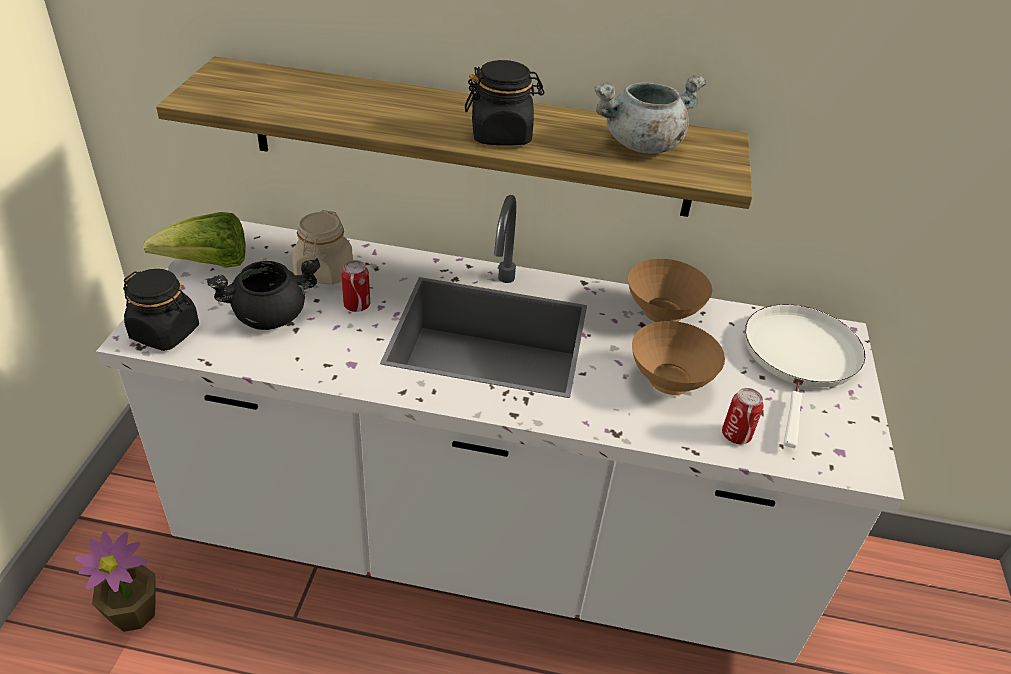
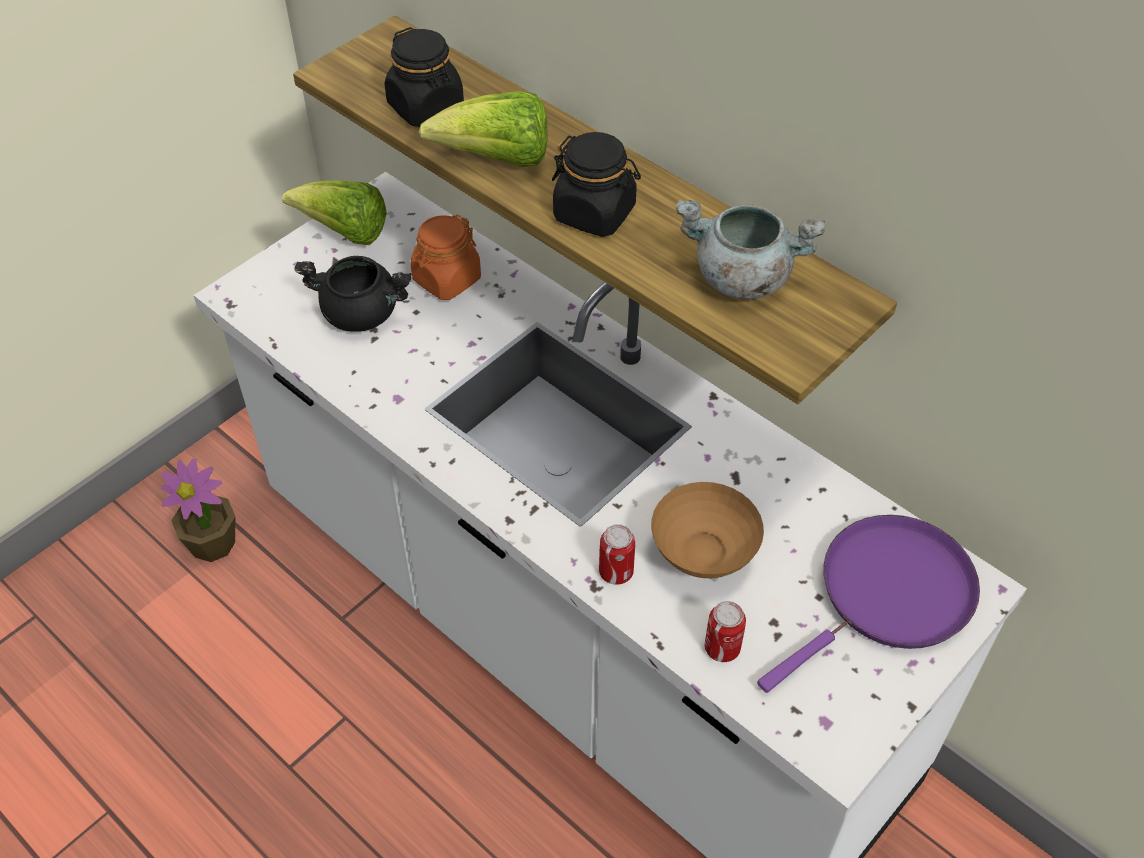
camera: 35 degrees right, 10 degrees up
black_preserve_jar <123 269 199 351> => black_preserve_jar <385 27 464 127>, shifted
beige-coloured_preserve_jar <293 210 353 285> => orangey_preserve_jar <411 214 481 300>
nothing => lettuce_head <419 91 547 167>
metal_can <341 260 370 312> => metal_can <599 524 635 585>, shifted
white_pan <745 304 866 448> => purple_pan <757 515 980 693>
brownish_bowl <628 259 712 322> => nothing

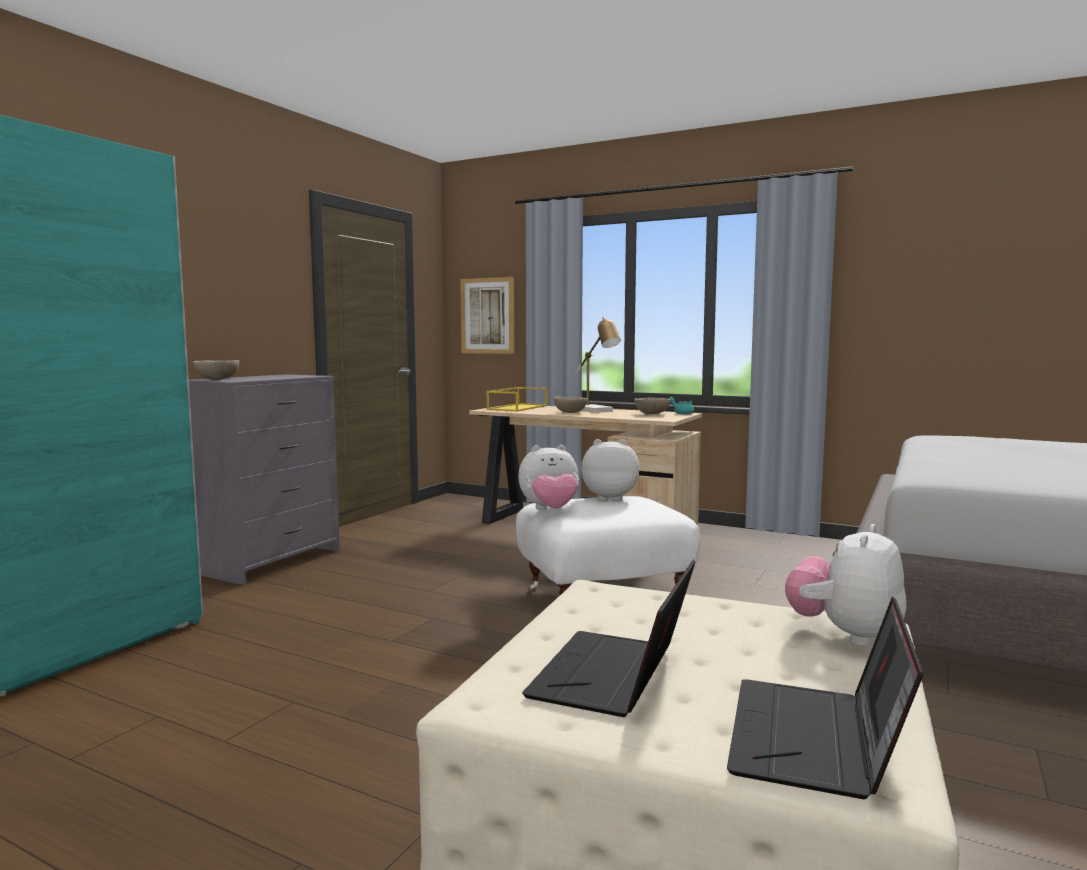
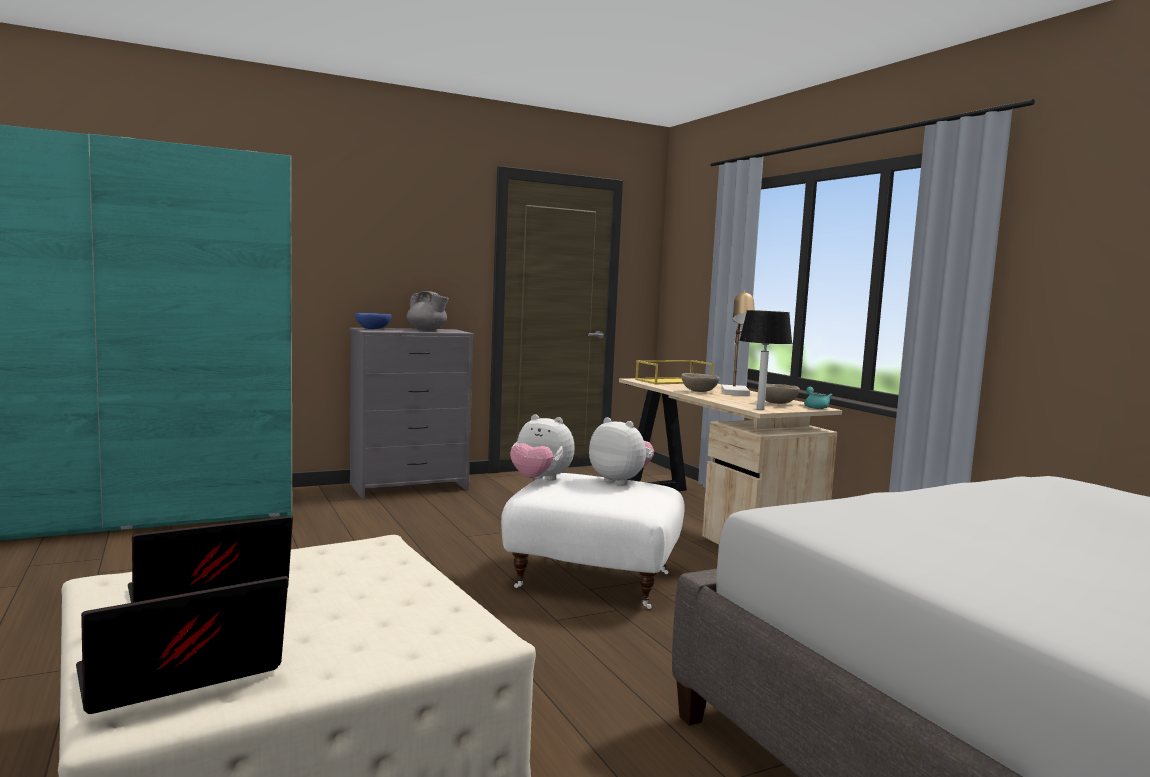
camera: 35 degrees right, 0 degrees up
beige-coloured_bowl <193 360 239 380> => bluish_bowl <355 313 391 329>
nothing => grey_teapot <407 291 449 331>
nothing => tabletop_lamp <739 310 792 410>
picture <460 277 514 354> => nothing
plush_toy <785 524 906 646> => nothing

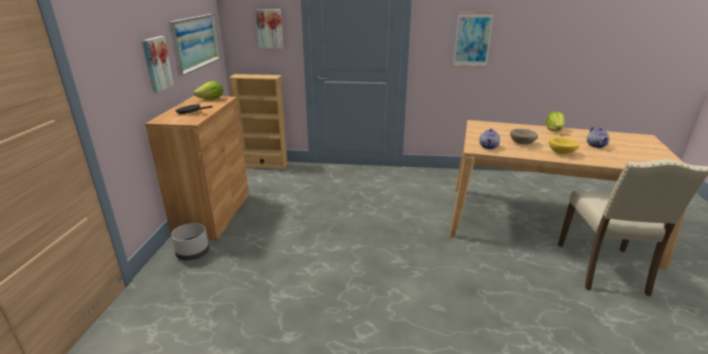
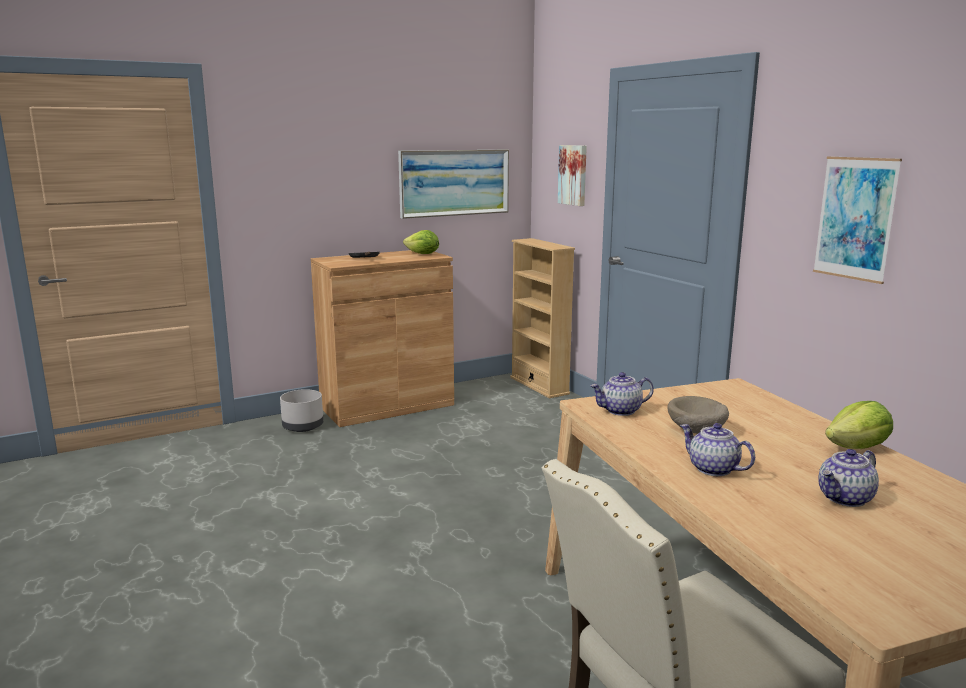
camera: 55 degrees right, 10 degrees down
yellow-coloured_bowl <549 137 579 154> => teapot <680 423 755 476>
picture <142 36 174 93> => nothing

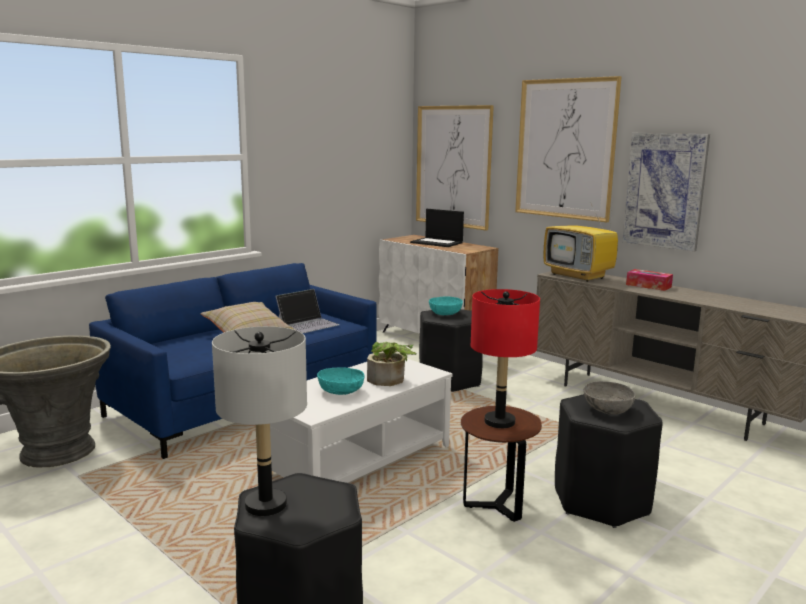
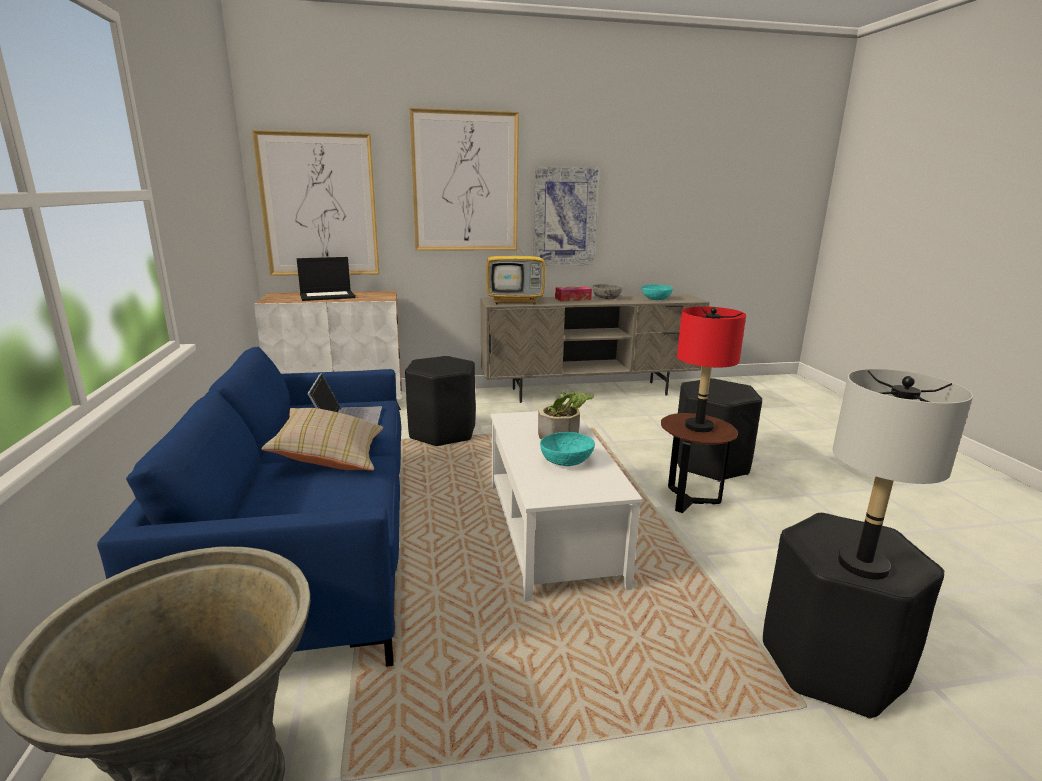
camera: 55 degrees left, 5 degrees up
grey_bowl <583 381 635 415> => grey_bowl <592 284 622 299>, shifted
turquoise_bowl <429 296 463 315> => turquoise_bowl <642 284 673 300>, shifted

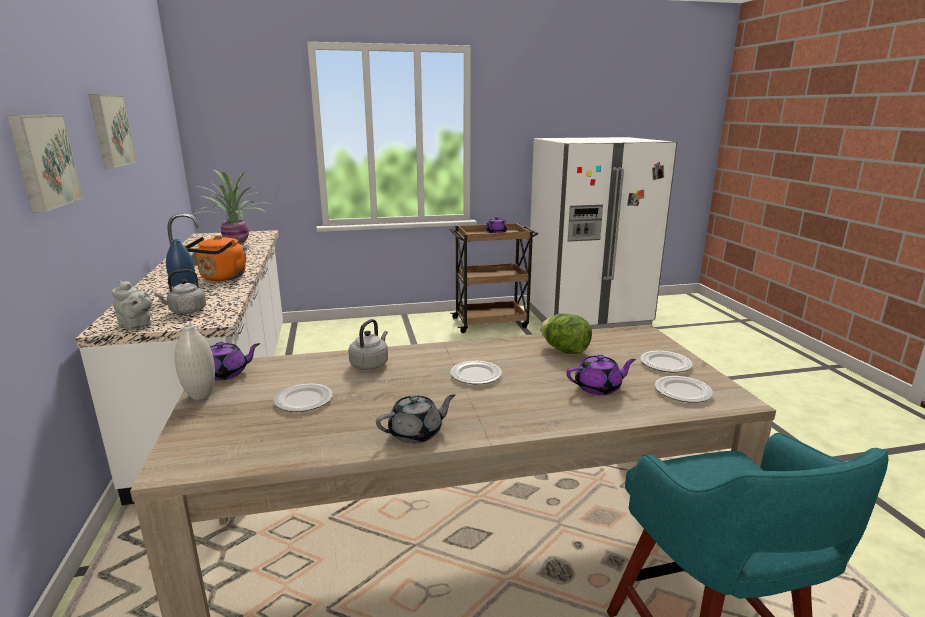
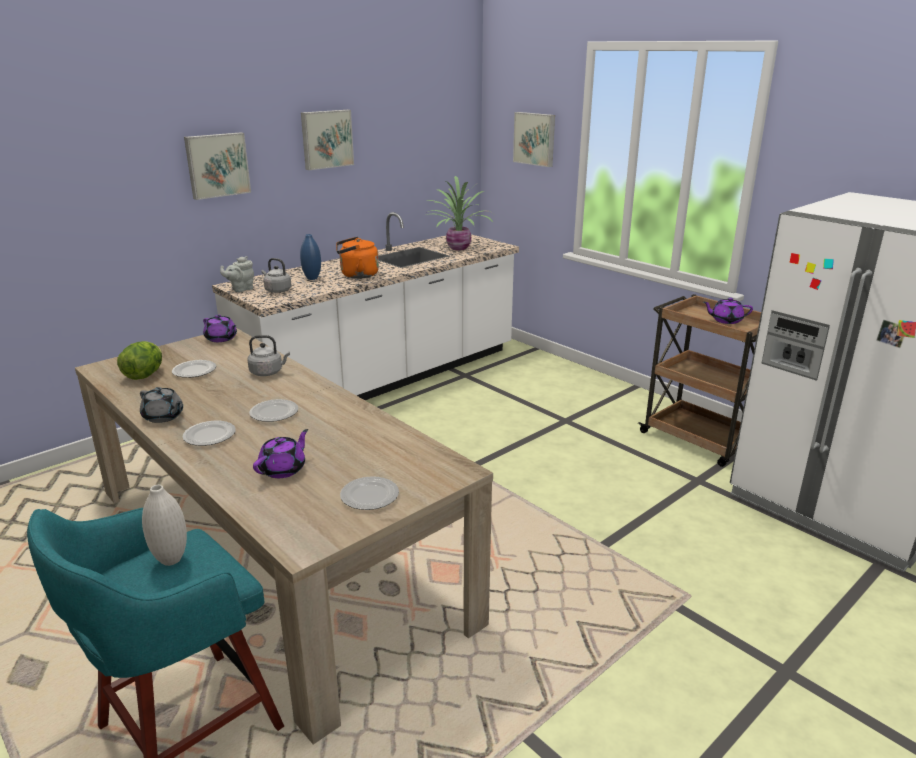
camera: 60 degrees right, 5 degrees up
lettuce_head <540 313 592 354> => lettuce_head <117 341 162 380>, shifted
white_vase <175 324 215 400> => white_vase <142 485 187 566>, shifted
flat_dish <655 376 714 403> => flat_dish <183 421 236 446>, shifted
grey_teapot <112 281 152 329> => grey_teapot <220 256 254 292>, 45 degrees clockwise
purple_teapot <566 355 636 395> => purple_teapot <253 429 308 478>, 105 degrees counterclockwise
nothing => picture <513 112 555 167>

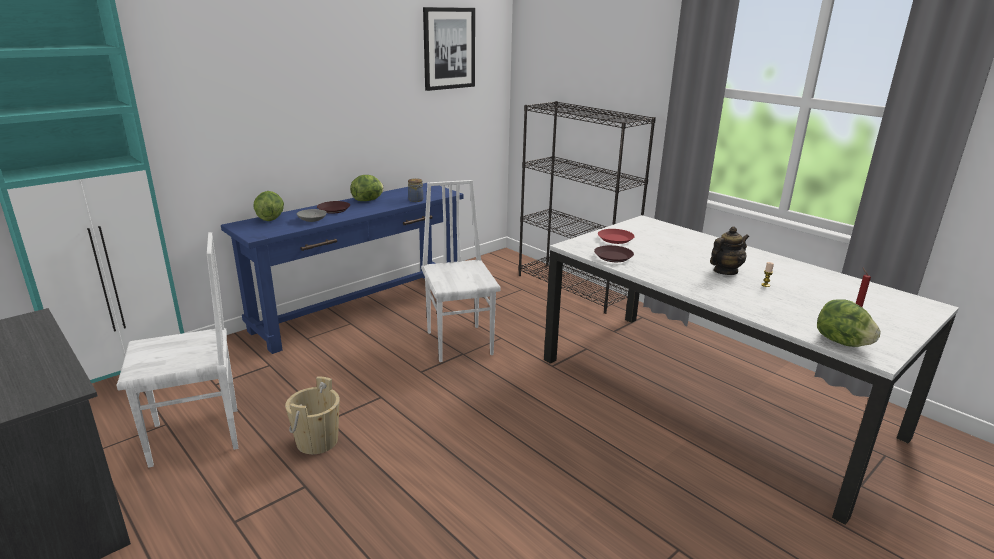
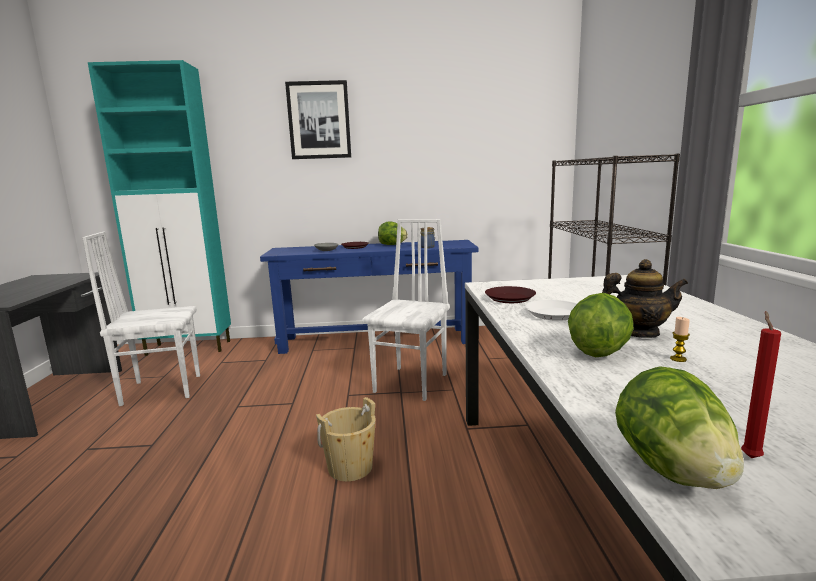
camera: 40 degrees right, 10 degrees down
white_plain_chair <116 232 238 468> => white_plain_chair <82 231 200 406>, 150 degrees clockwise
picture <423 7 475 91> => picture <285 80 351 159>, shifted
beige-coloured_water_bucket <285 376 340 454> => beige-coloured_water_bucket <316 397 376 481>, shifted
nothing => white_flat_dish <525 300 577 321>
lettuce_head <253 191 284 221> => lettuce_head <568 293 634 357>, shifted
red-coloured_flat_dish <598 229 635 244> => nothing

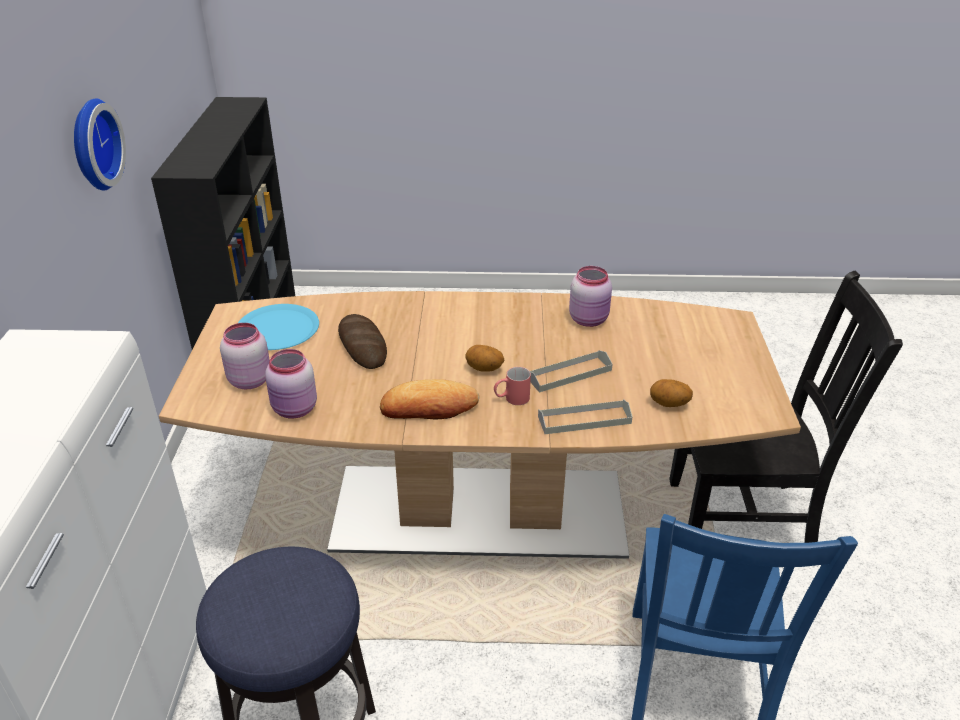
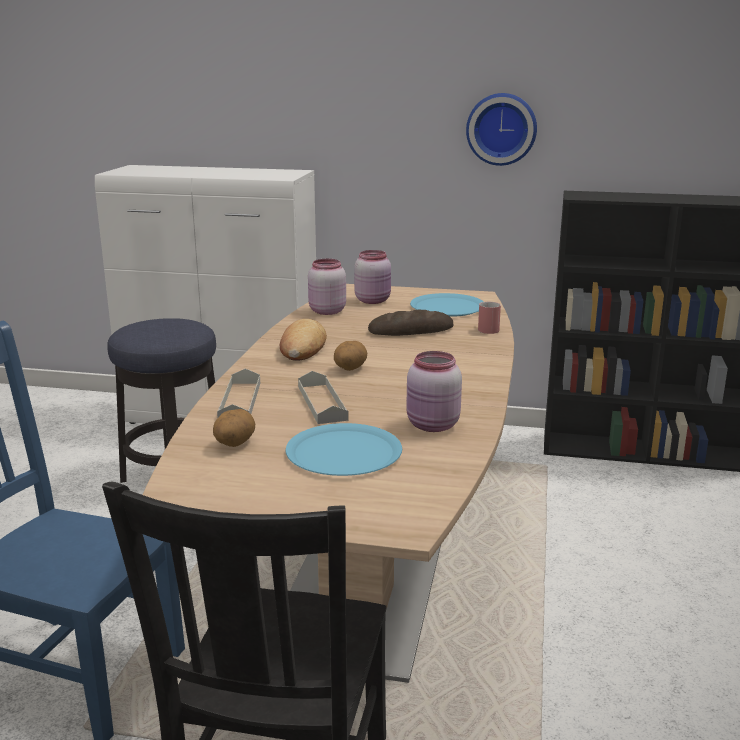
camera: 100 degrees right, 15 degrees down
nothing => bluish_flat_dish <286 423 402 476>
red-coloured_tea_mug <494 367 531 405> => red-coloured_tea_mug <478 302 501 334>, shifted

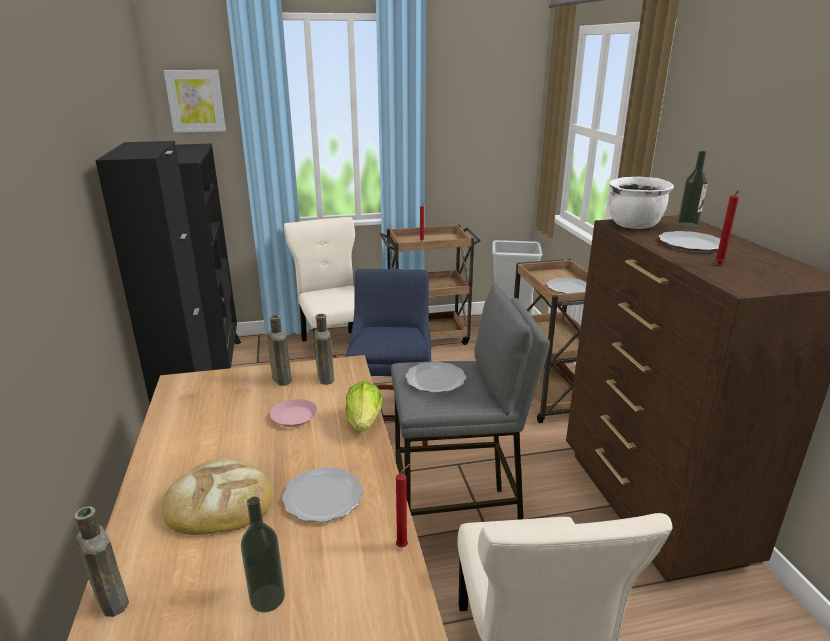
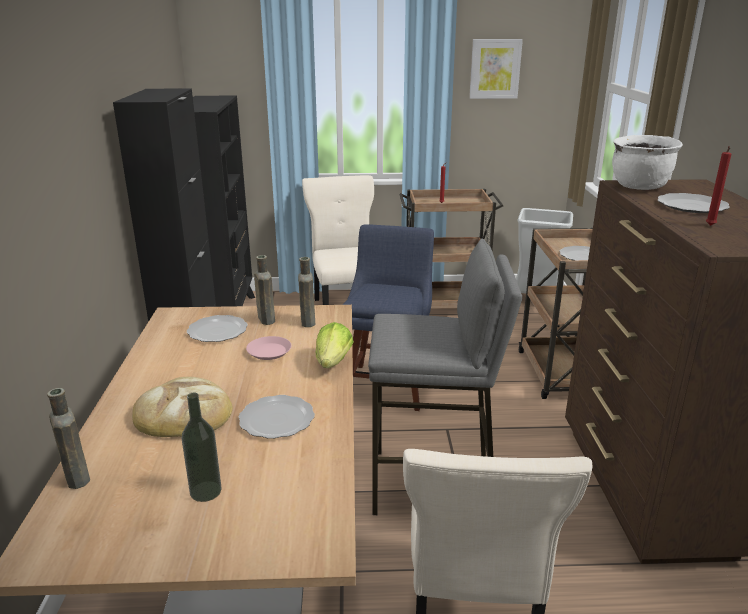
camera: 10 degrees right, 0 degrees up
flat_dish <405 362 466 393> => flat_dish <187 315 248 342>, shifted
picture <164 70 226 133> => picture <469 39 523 99>, shifted
red-coloured_wax_candle <396 464 410 547> => nothing
drink_bottle <677 151 708 228> => nothing

